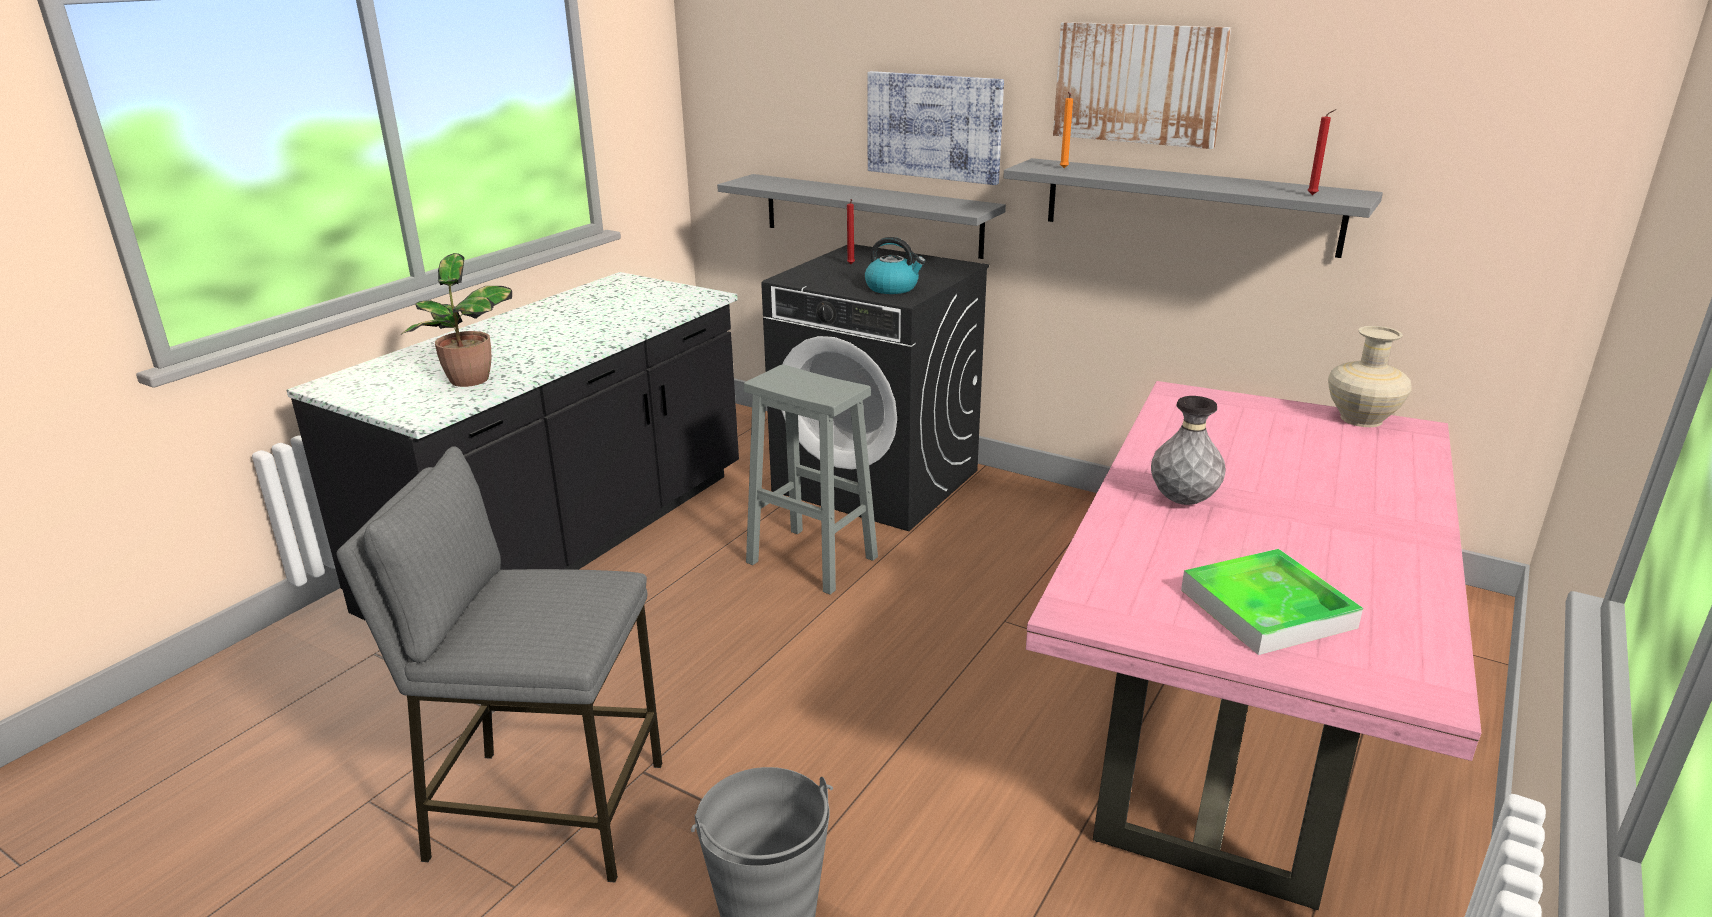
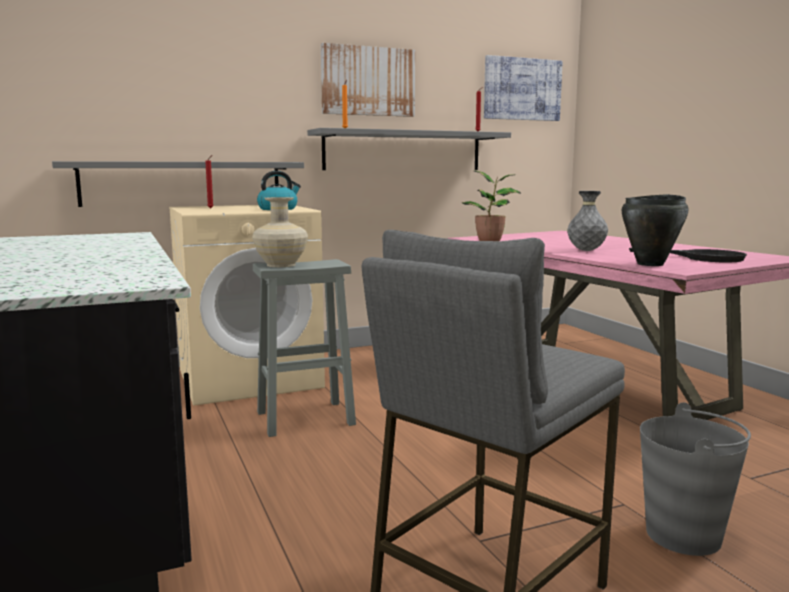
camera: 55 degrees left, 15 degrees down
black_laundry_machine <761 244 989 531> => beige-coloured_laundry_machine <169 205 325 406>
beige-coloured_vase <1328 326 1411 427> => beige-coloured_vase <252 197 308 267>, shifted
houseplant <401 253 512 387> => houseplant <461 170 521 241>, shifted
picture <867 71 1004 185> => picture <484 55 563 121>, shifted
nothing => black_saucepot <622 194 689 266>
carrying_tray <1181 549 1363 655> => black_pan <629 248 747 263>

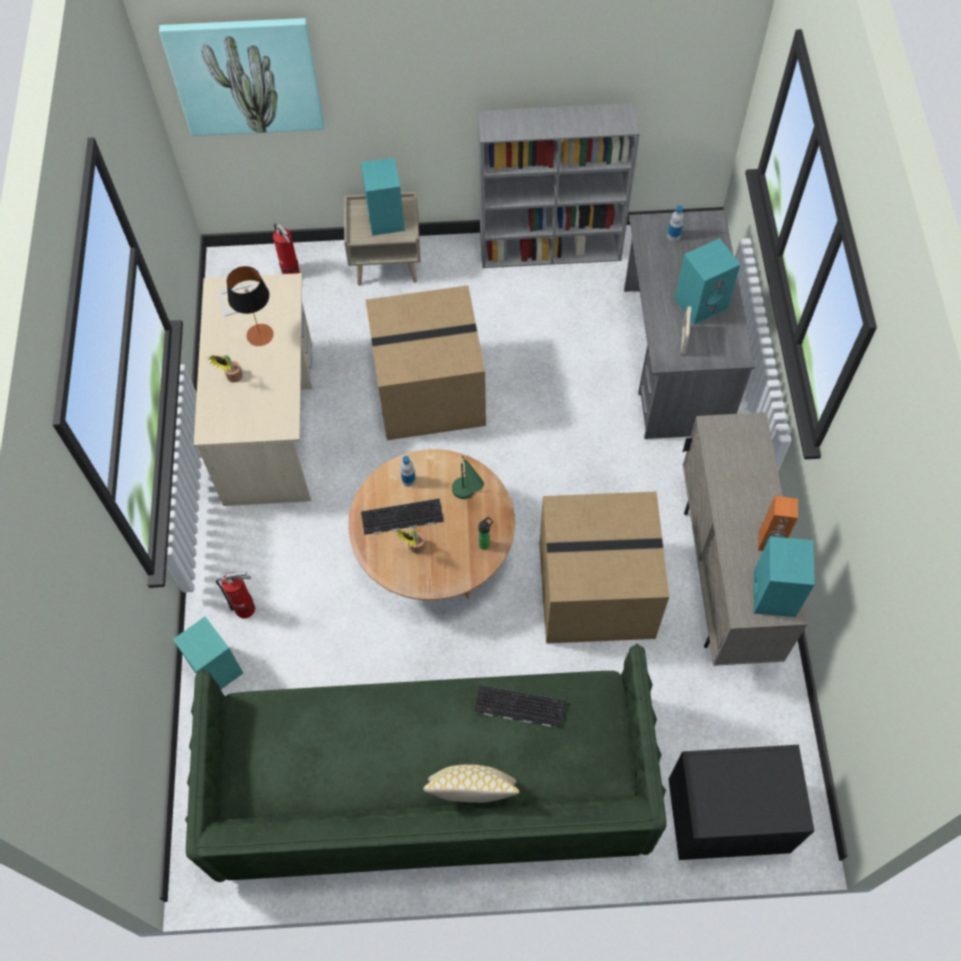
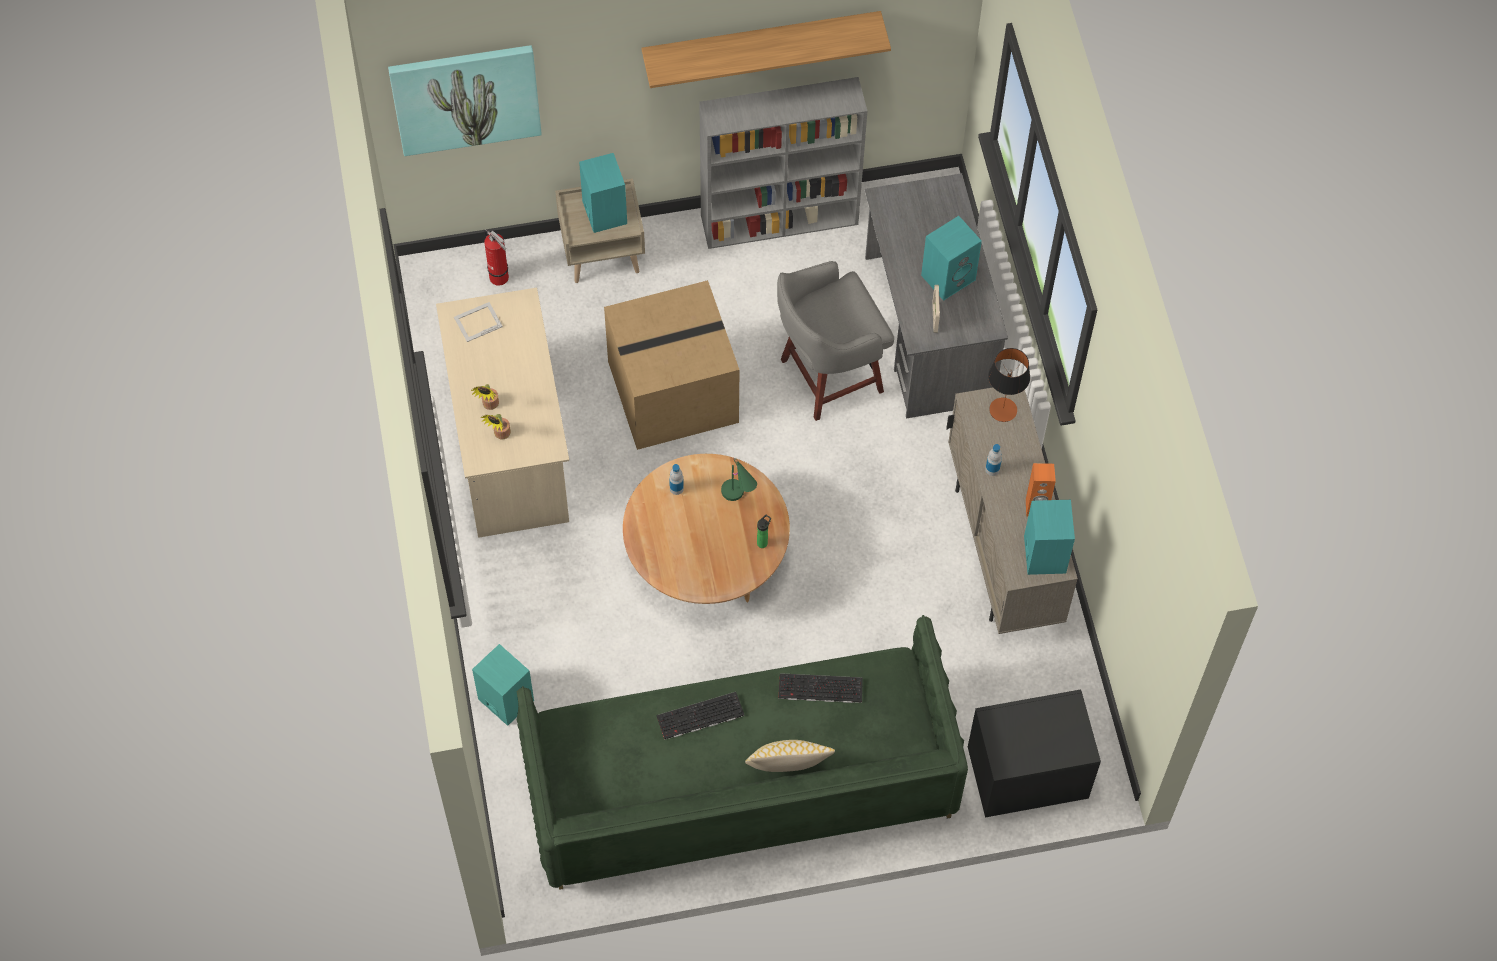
camera: 10 degrees left, 0 degrees up
houseplant <396 530 425 554> => houseplant <481 414 511 439>, shifted
nothing => shelf <642 11 891 88>
PC_keyboard <361 499 444 535> => PC_keyboard <657 692 744 740>, shifted
nothing => grey_sitting_stool <777 261 894 421>
drink_bottle <667 205 684 242> => drink_bottle <985 444 1002 476>, shifted
tabletop_lamp <227 266 274 346> => tabletop_lamp <988 348 1030 422>, shifted
extinguisher <216 571 255 618> => nothing
cardboard_box <539 491 669 643> => nothing

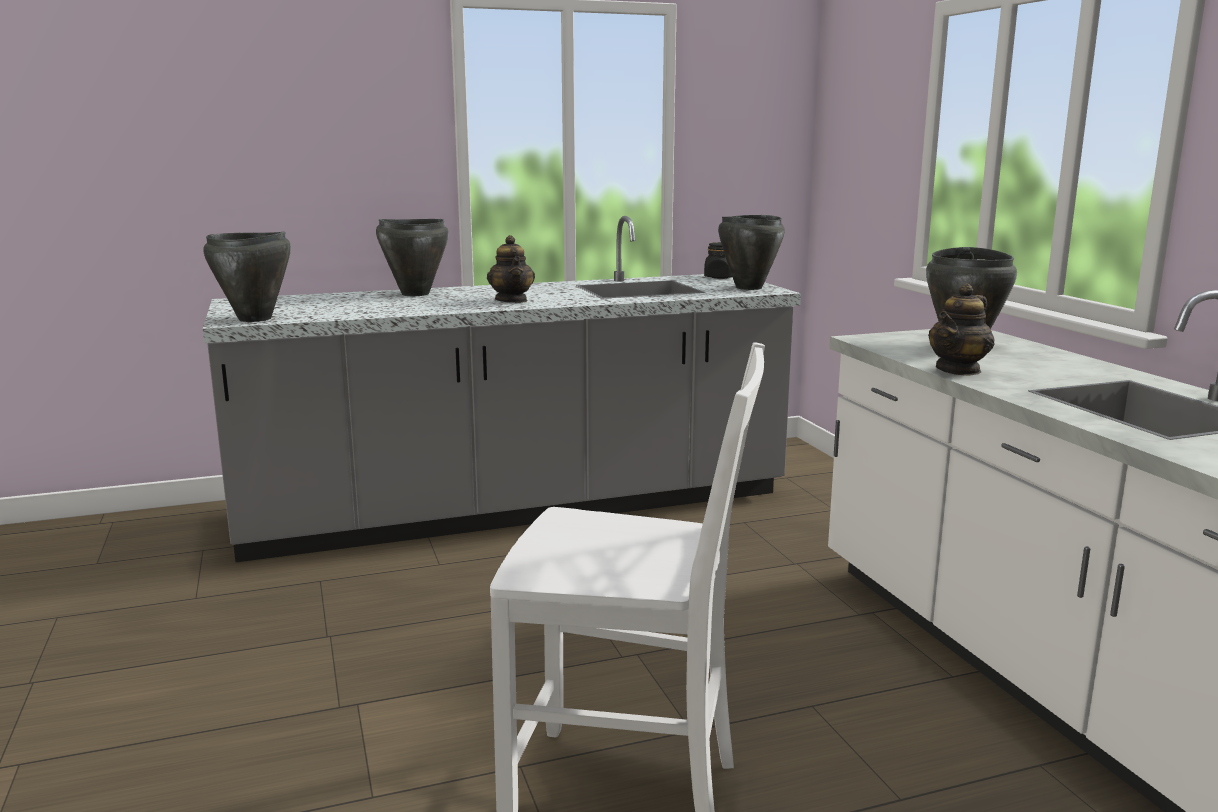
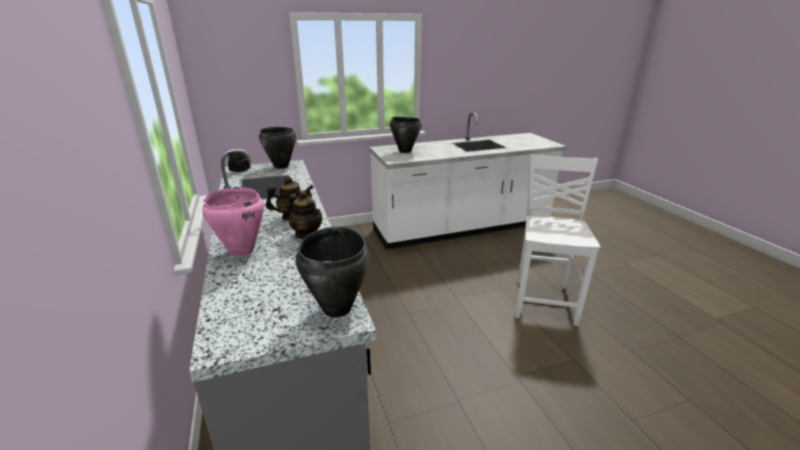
camera: 90 degrees left, 10 degrees up
black_saucepot <376 219 449 296> => pinkish_saucepot <202 187 264 257>
teapot <928 283 995 376> => teapot <288 191 322 239>, shifted

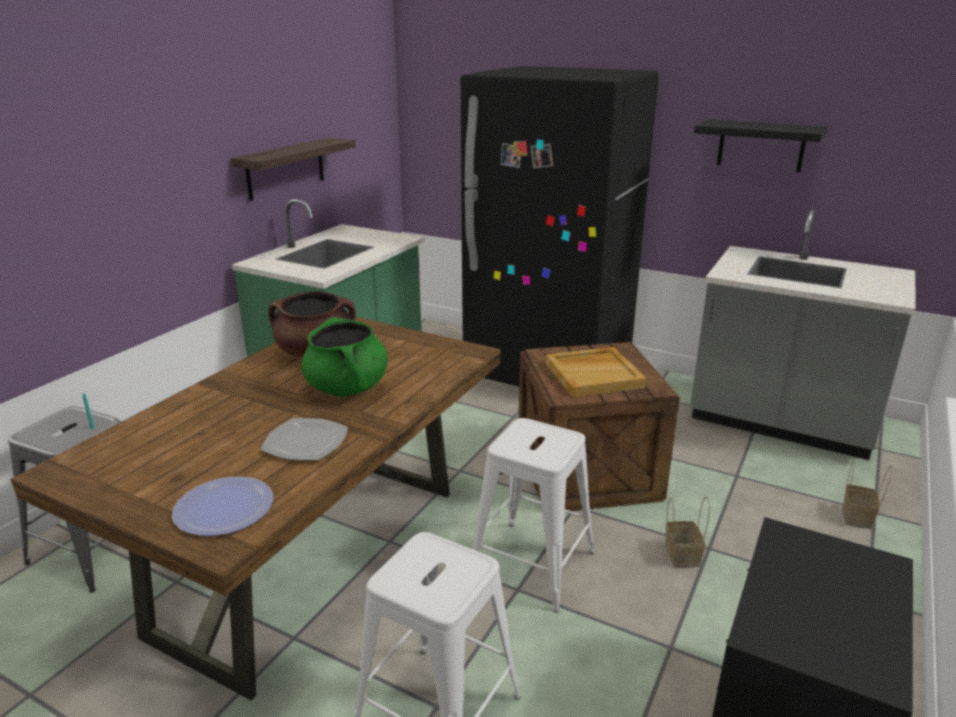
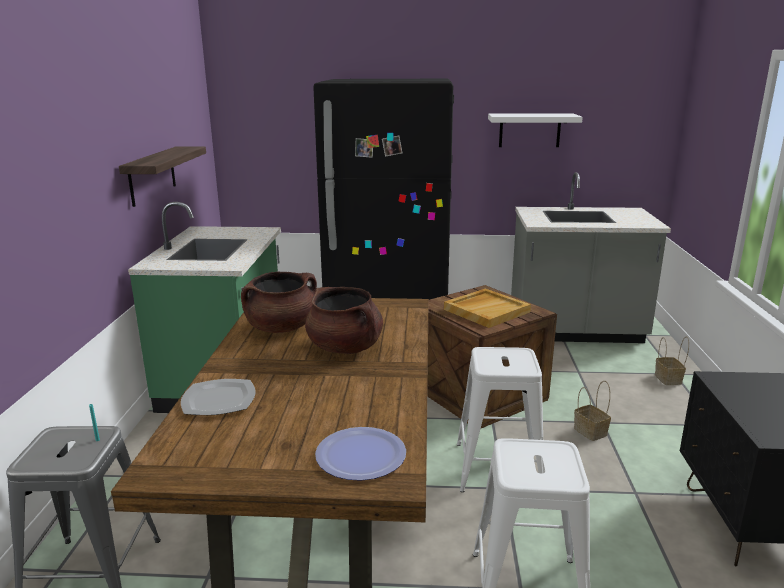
camera: 25 degrees left, 5 degrees down
flat_dish <260 418 348 460> => flat_dish <181 379 256 415>, shifted
green-coloured_saucepot <302 317 388 397> => brownish_saucepot <305 287 383 354>
black_shelf <694 119 827 172> => white_shelf <488 114 583 147>

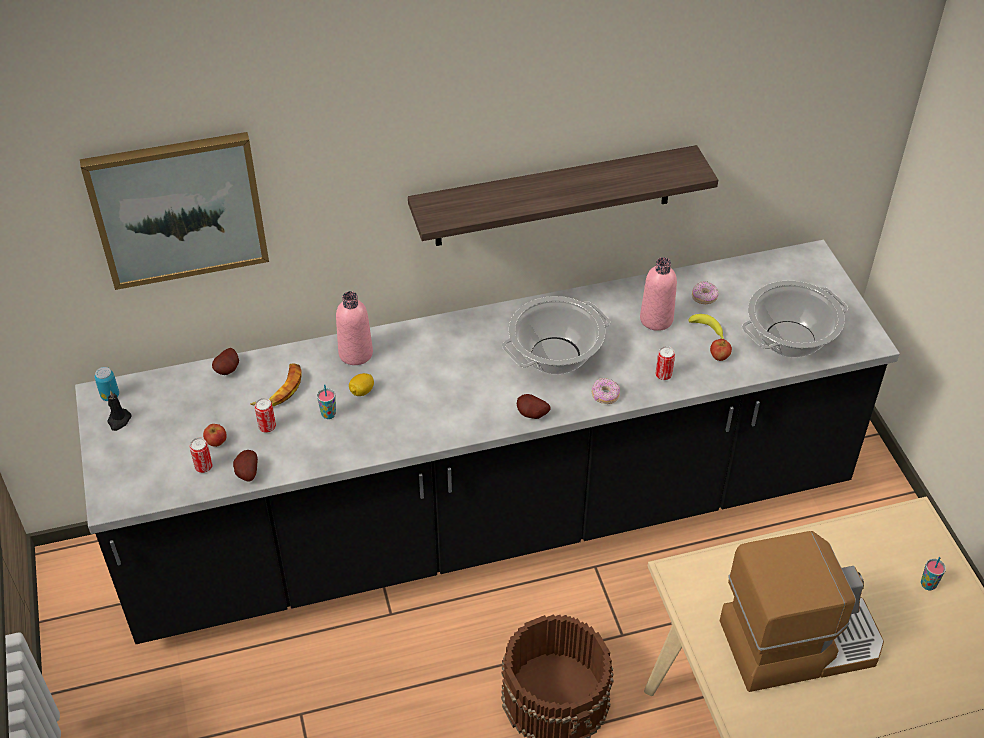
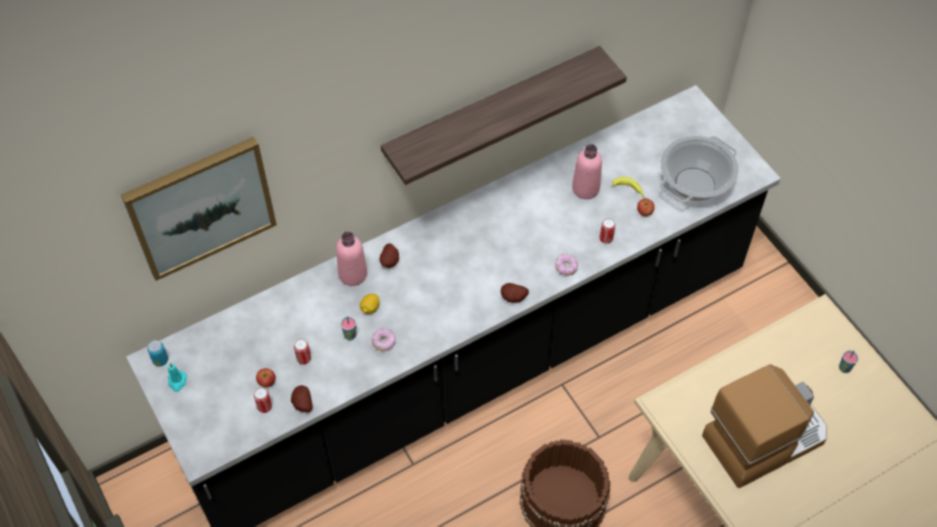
camera: 15 degrees left, 10 degrees up
black_wax_candle <107 390 132 431> => turquoise_wax_candle <168 363 187 392>
ring_doughnut <692 281 719 304> => ring_doughnut <372 328 396 351>, shifted
whole_potato <212 348 239 375> => whole_potato <380 243 399 268>, shifted
banana_fruit <251 363 302 406> => nothing
saucepot <502 296 611 374> => nothing

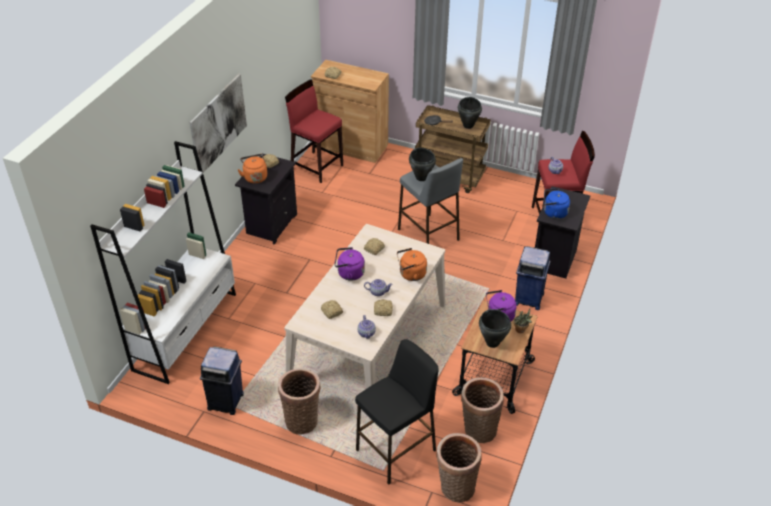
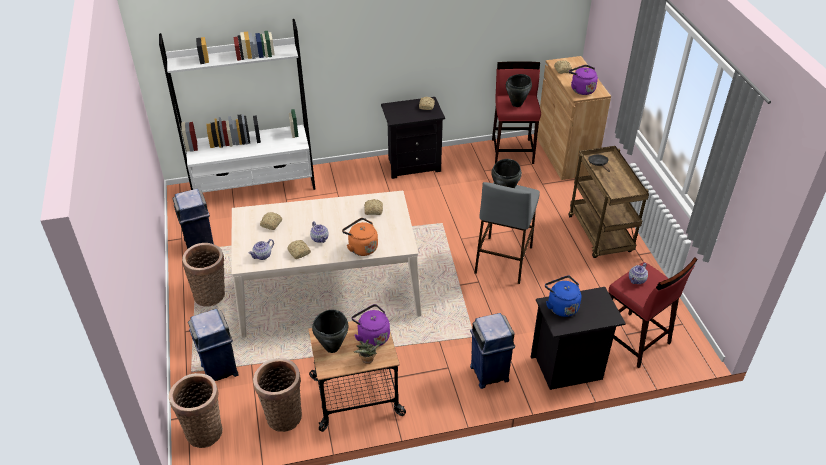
camera: 55 degrees right, 0 degrees up
black_sitting_stool <355 339 439 484> => bluish_trash_can <188 309 239 381>
black_saucepot <458 97 482 129> => black_saucepot <506 74 532 107>, shifted
purple_water_kettle <334 247 365 281> => purple_water_kettle <569 65 598 95>, shifted
picture <189 74 247 173> => nothing
orangey_water_kettle <238 154 267 184> => nothing

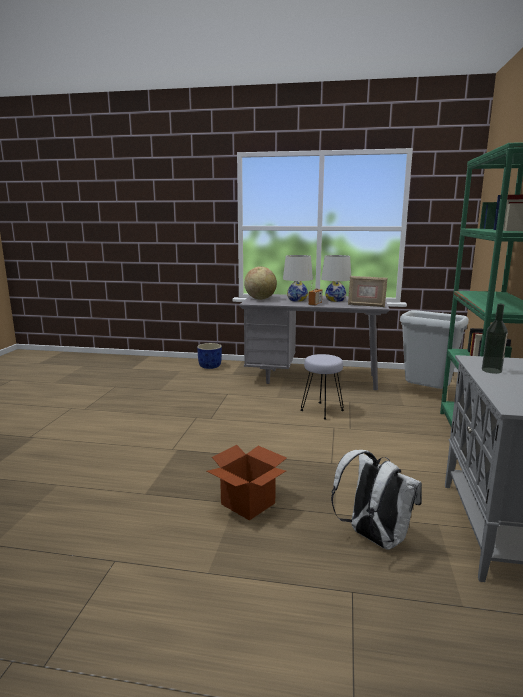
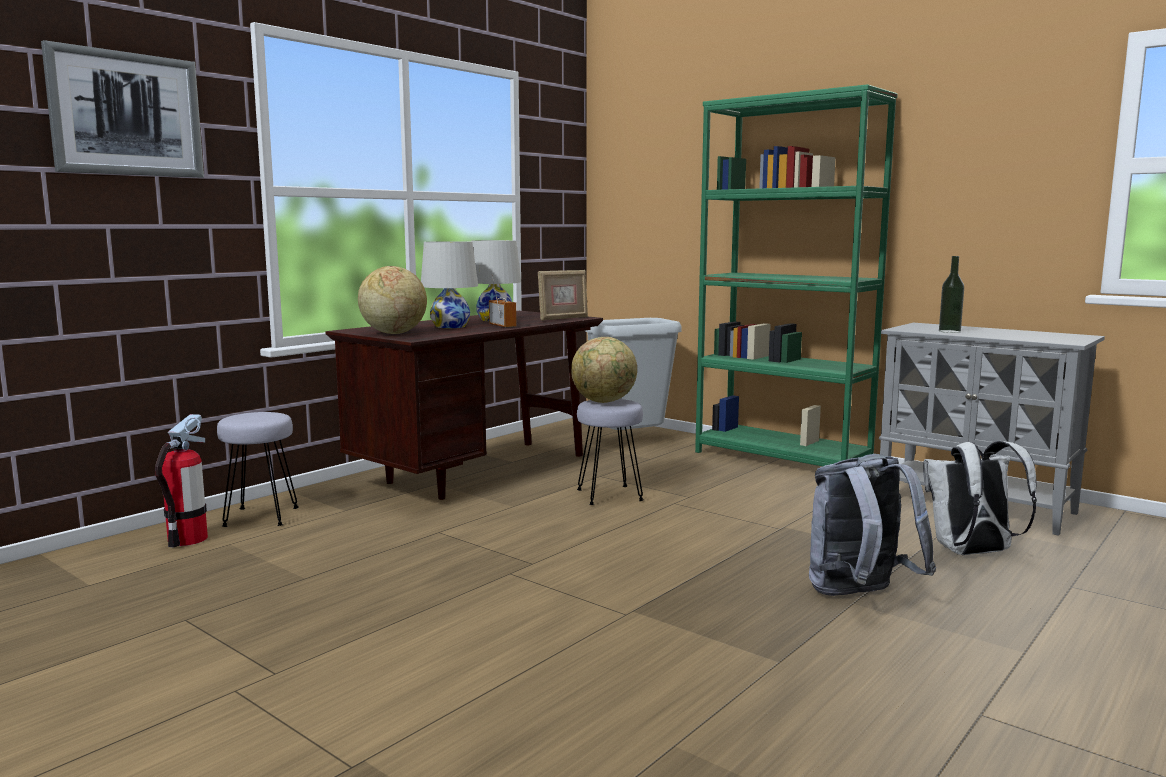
camera: 60 degrees left, 5 degrees down
nothing => picture <41 40 204 178>
nothing => extinguisher <155 414 208 547>
bluish_plant_pot <197 343 222 369> => grey_sitting_stool <217 412 299 527>
grey_desk <239 294 390 390> => brownish_desk <325 311 603 500>
nothing => world_globe <571 337 637 403>
cardboard_box <207 445 287 521> => grey_knapsack <809 454 937 596>

